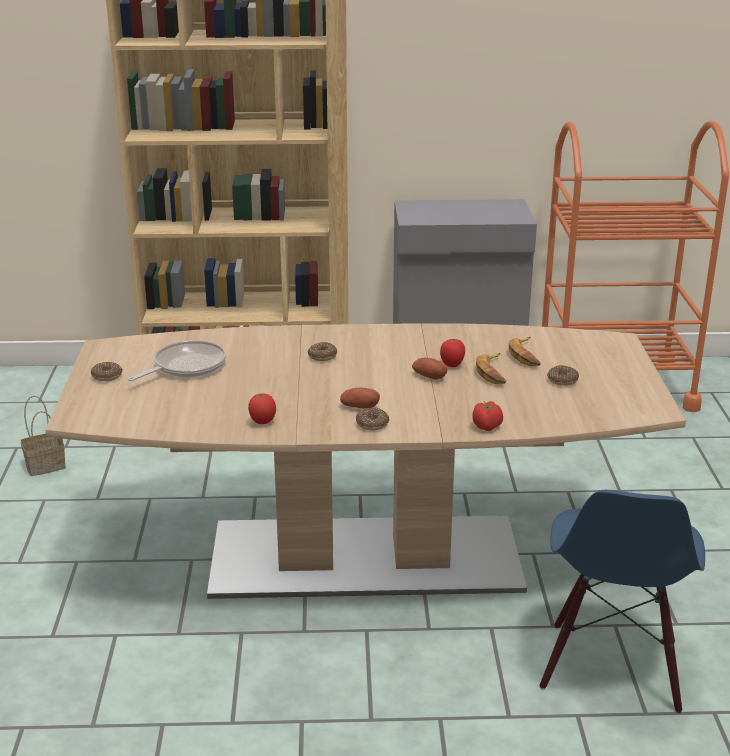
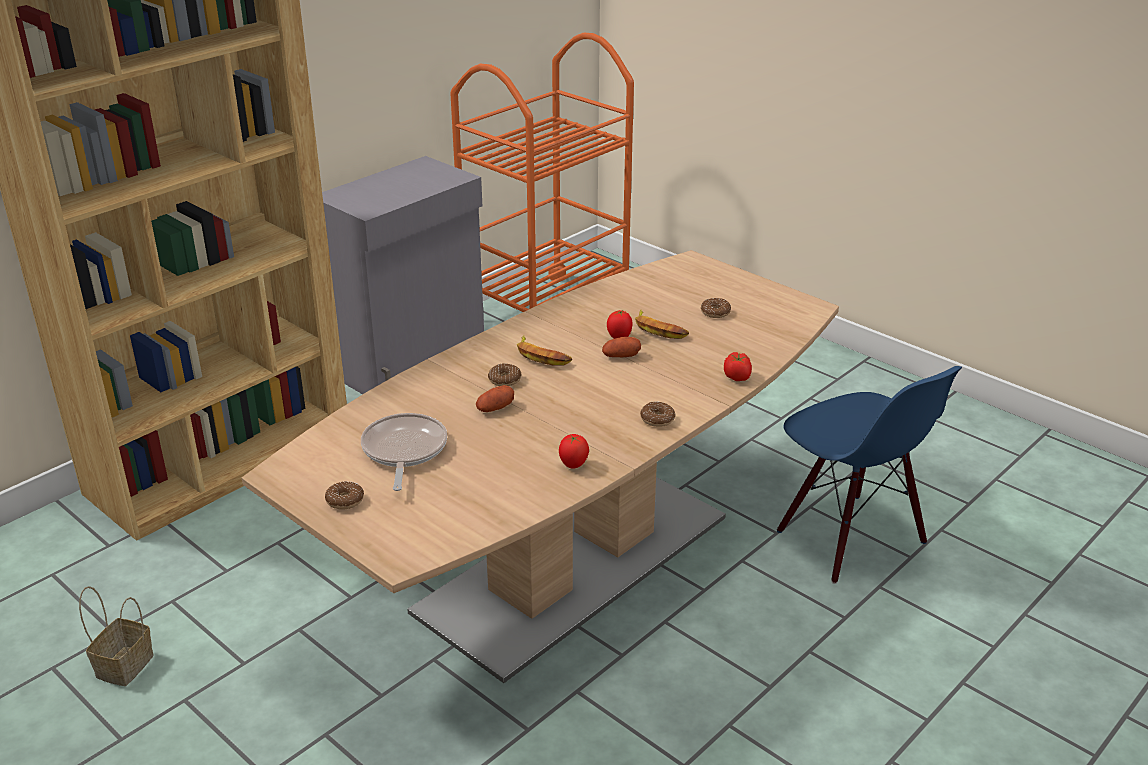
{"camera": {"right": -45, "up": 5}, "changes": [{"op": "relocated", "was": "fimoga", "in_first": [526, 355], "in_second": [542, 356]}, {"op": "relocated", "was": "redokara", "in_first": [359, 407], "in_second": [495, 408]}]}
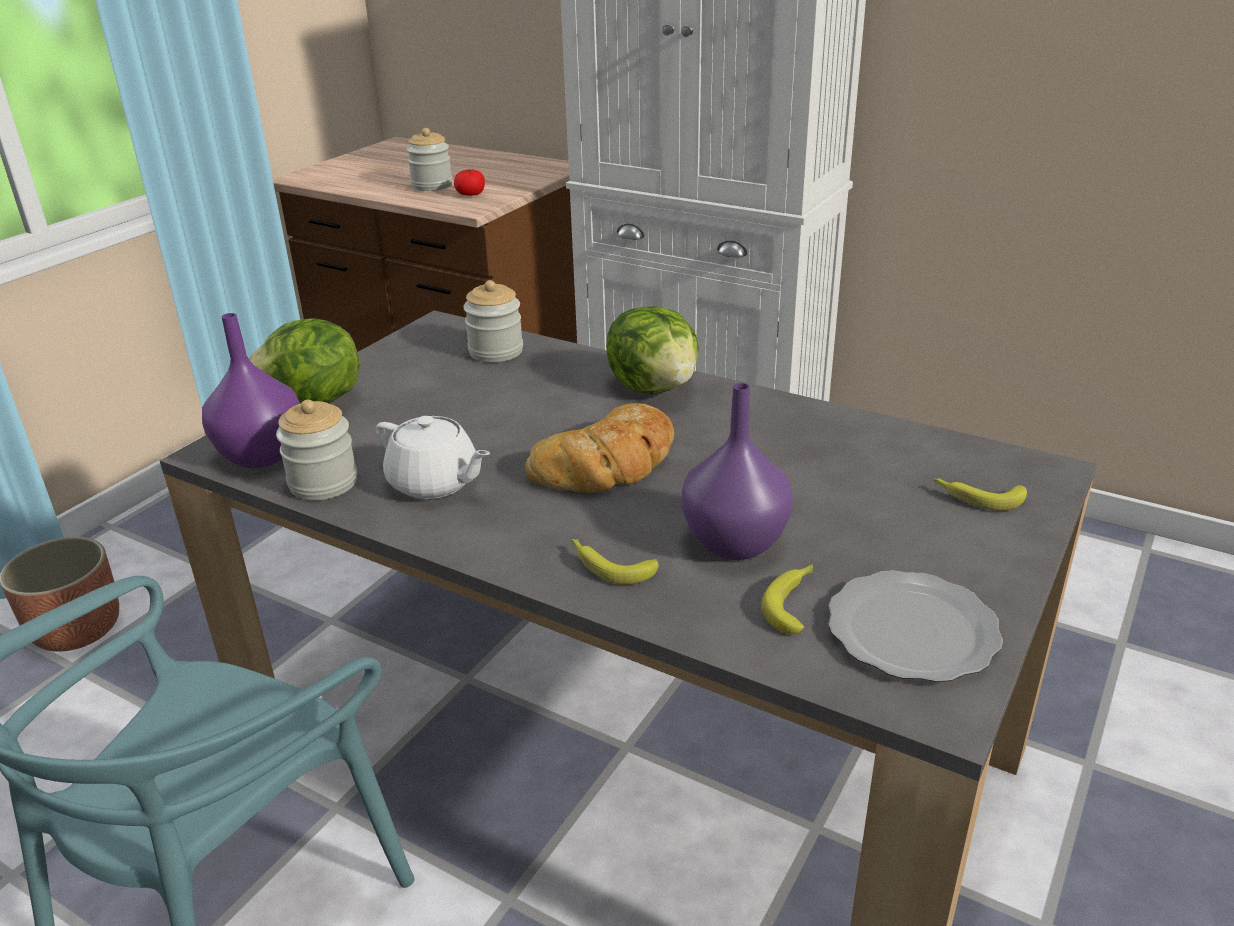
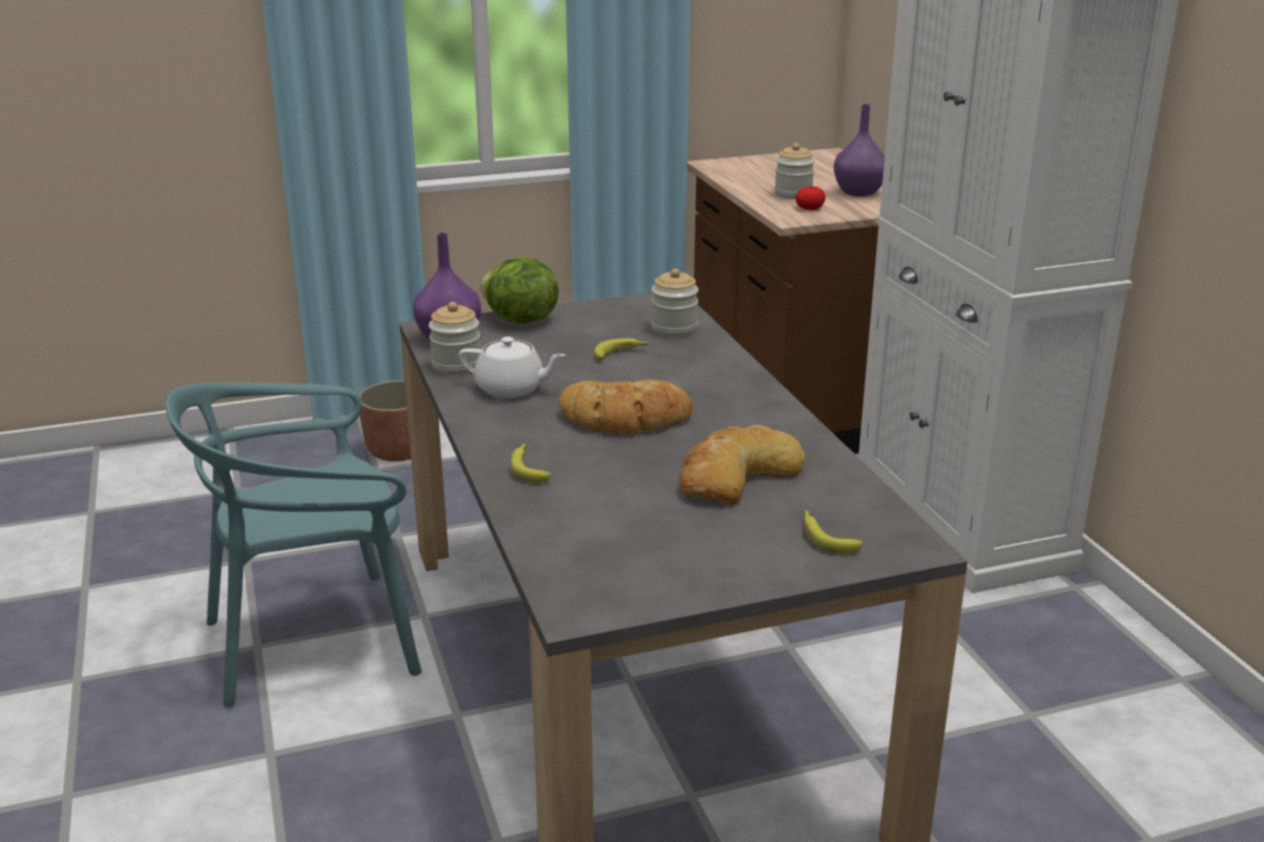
{"camera": {"right": 40, "up": -5}, "changes": [{"op": "missing", "was": "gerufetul", "in_first": [655, 387]}, {"op": "relocated", "was": "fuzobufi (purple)", "in_first": [737, 542], "in_second": [860, 192]}, {"op": "spun", "was": "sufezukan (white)", "in_first": [435, 483], "in_second": [511, 389], "clockwise": -60}, {"op": "relocated", "was": "fimoga", "in_first": [794, 603], "in_second": [621, 354]}, {"op": "missing", "was": "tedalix", "in_first": [911, 632]}, {"op": "appeared", "now": "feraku", "in_second": [735, 475]}]}
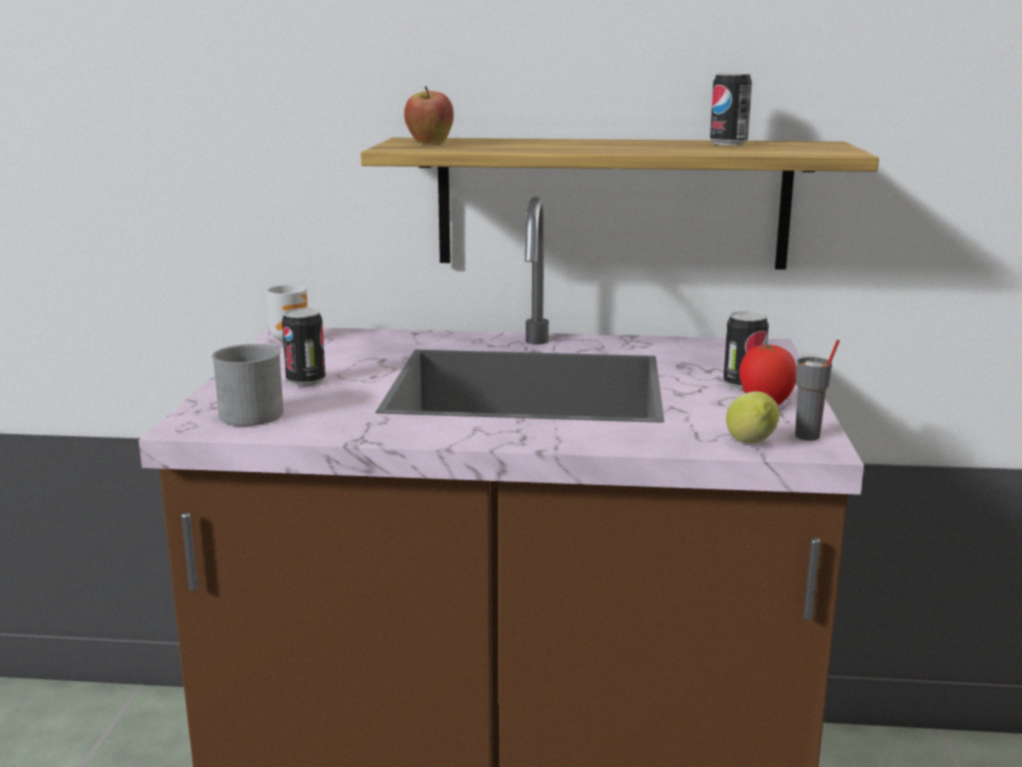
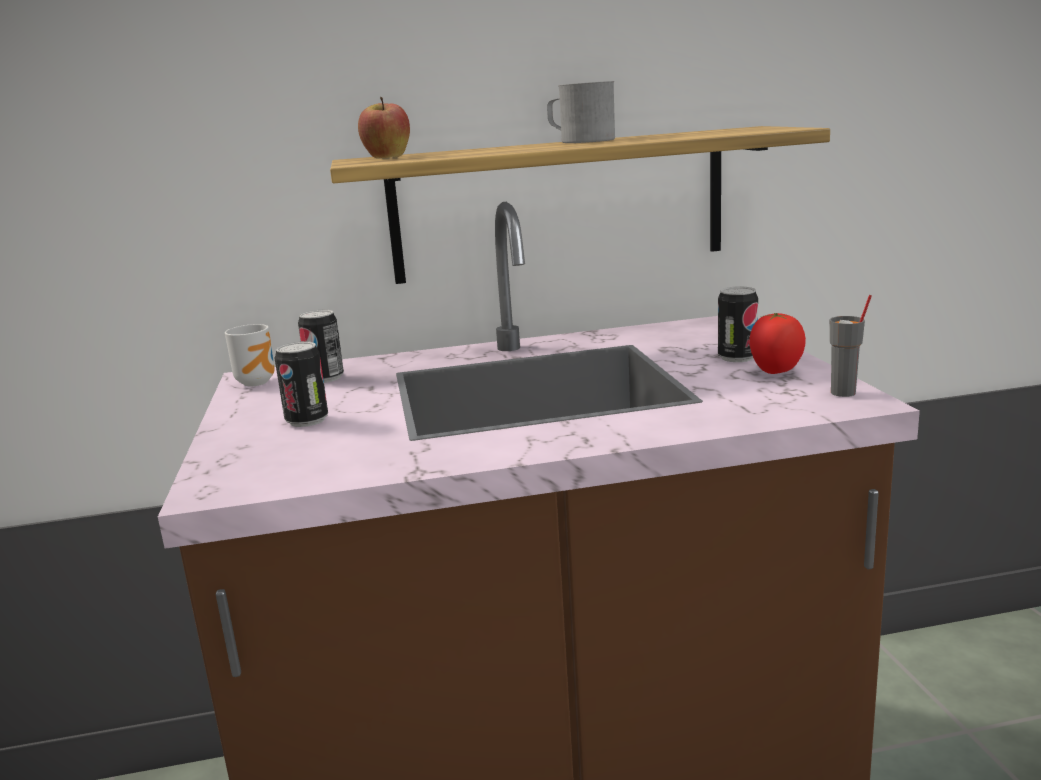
{"camera": {"right": -15, "up": 0}, "changes": [{"op": "relocated", "was": "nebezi", "in_first": [728, 143], "in_second": [325, 378]}, {"op": "relocated", "was": "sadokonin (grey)", "in_first": [247, 412], "in_second": [580, 141]}, {"op": "missing", "was": "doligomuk", "in_first": [751, 444]}]}
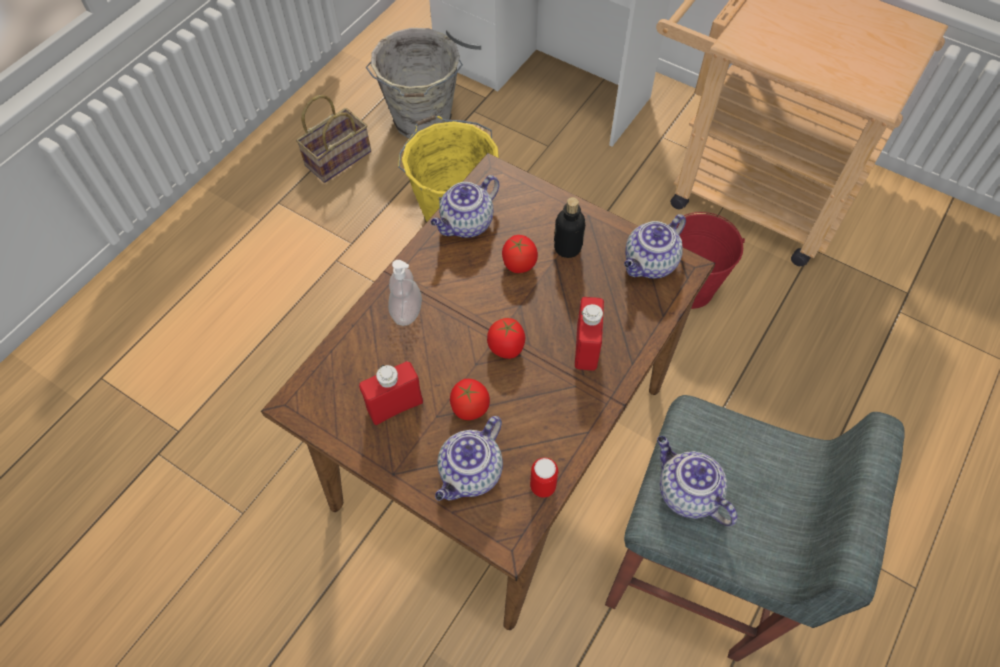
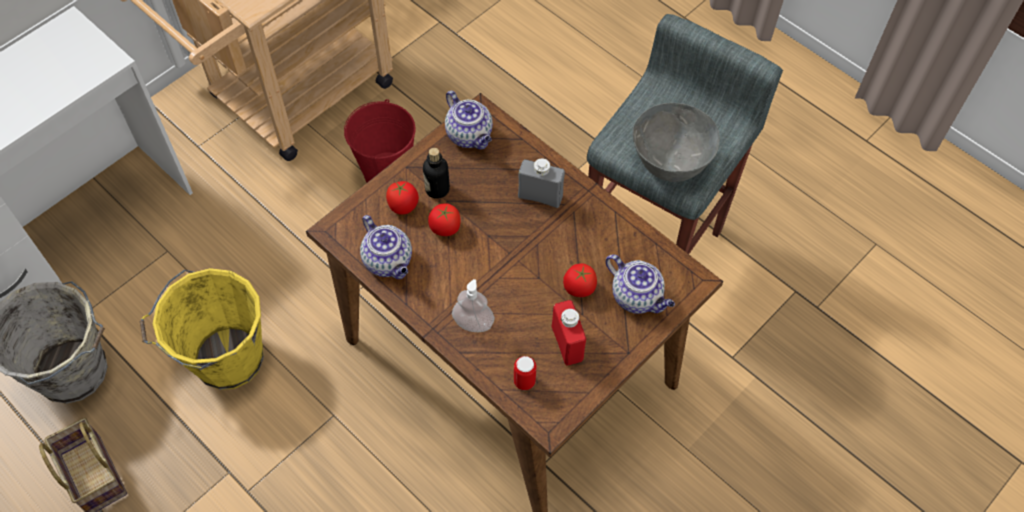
{"camera": {"right": -80, "up": 0}, "changes": [{"op": "colour", "was": "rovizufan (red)", "now": "rovizufan (grey)", "in_first": [586, 347], "in_second": [540, 197]}, {"op": "relocated", "was": "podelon", "in_first": [506, 348], "in_second": [403, 206]}, {"op": "exchanged", "was": "sufezukan", "now": "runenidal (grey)", "in_first": [686, 492], "in_second": [670, 164]}, {"op": "relocated", "was": "nebezi", "in_first": [543, 486], "in_second": [524, 381]}]}
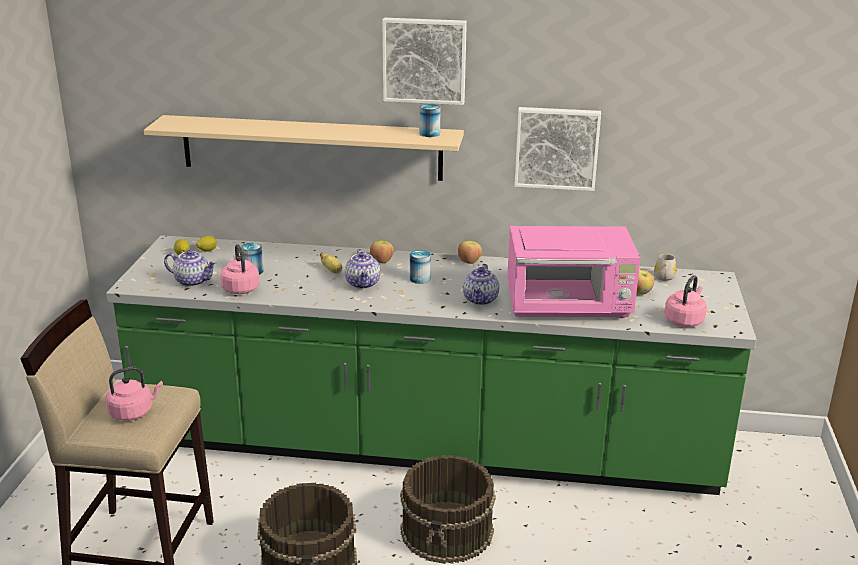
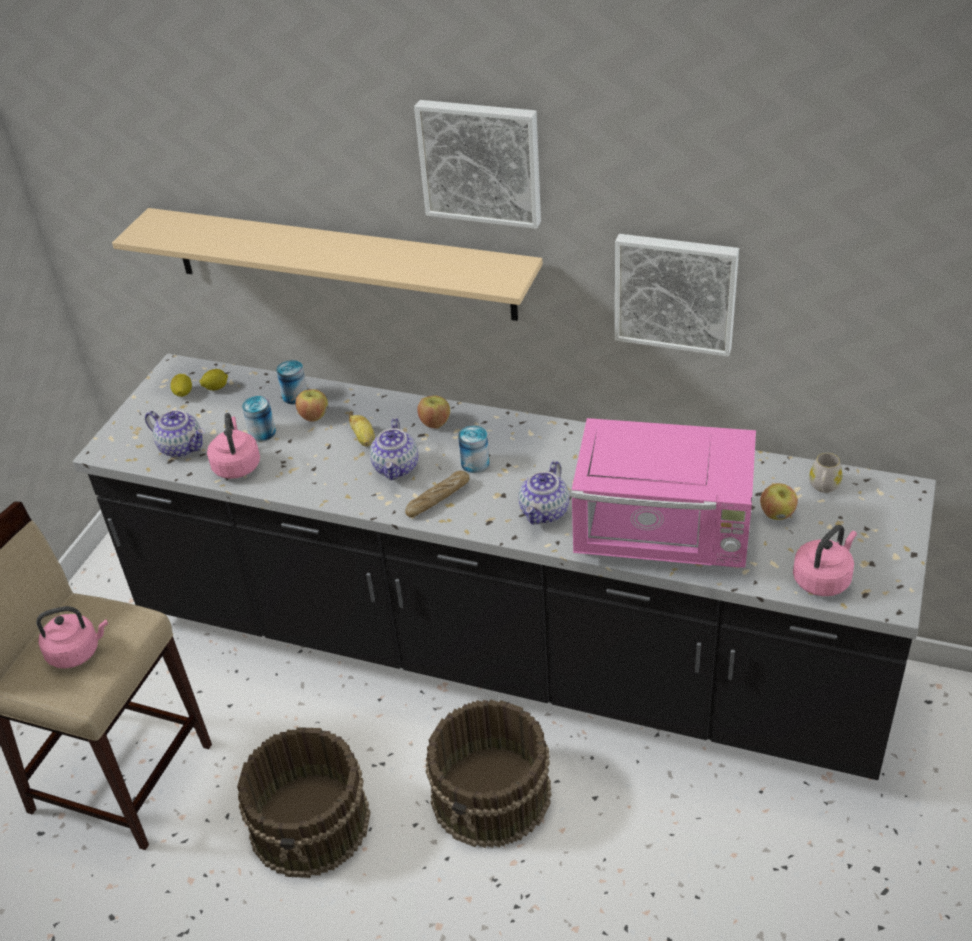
{"camera": {"right": 15, "up": 15}, "changes": [{"op": "relocated", "was": "nebezi", "in_first": [429, 133], "in_second": [295, 396]}, {"op": "colour", "was": "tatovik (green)", "now": "tatovik (black)", "in_first": [427, 445], "in_second": [501, 649]}, {"op": "relocated", "was": "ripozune", "in_first": [469, 261], "in_second": [314, 416]}, {"op": "appeared", "now": "feraku", "in_second": [438, 499]}]}
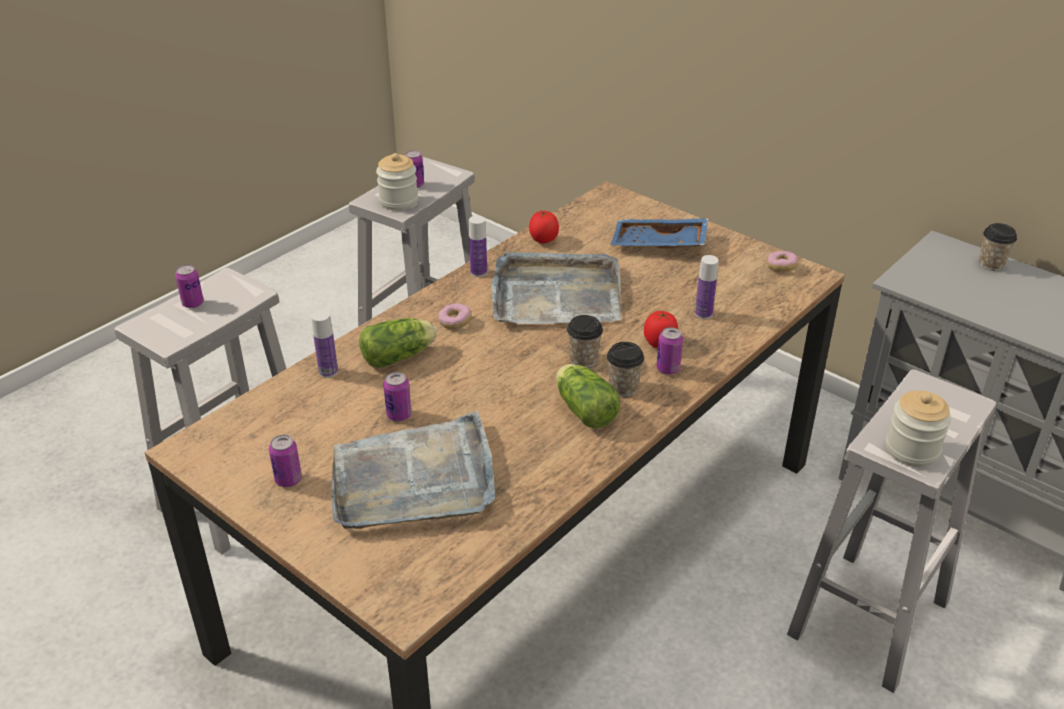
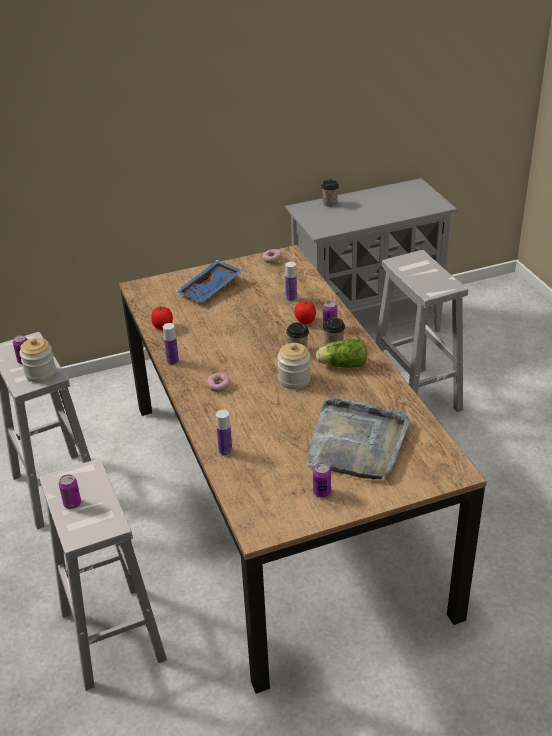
{"camera": {"right": -60, "up": 0}, "changes": [{"op": "missing", "was": "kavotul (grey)", "in_first": [555, 294]}, {"op": "missing", "was": "gerufetul", "in_first": [400, 356]}, {"op": "missing", "was": "nebezi", "in_first": [399, 415]}, {"op": "relocated", "was": "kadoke", "in_first": [912, 450], "in_second": [294, 379]}]}
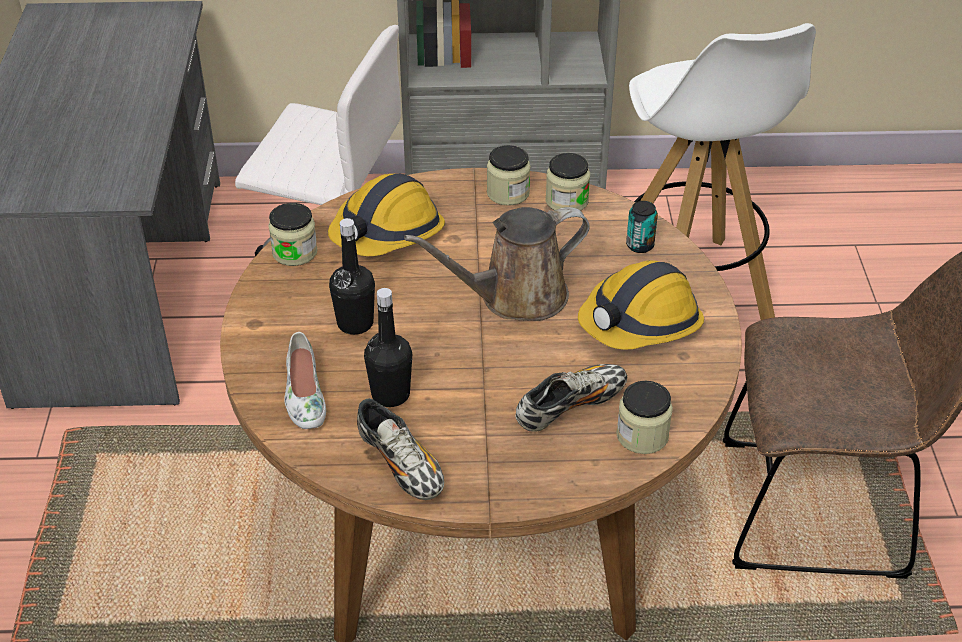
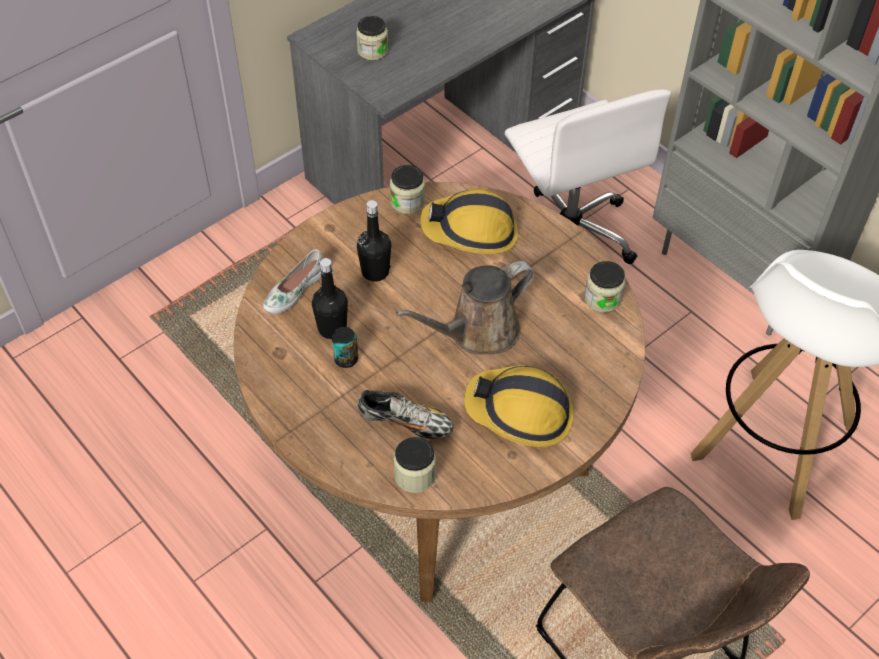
{"camera": {"right": 50, "up": 10}, "changes": [{"op": "relocated", "was": "kadoke", "in_first": [508, 193], "in_second": [372, 51]}, {"op": "relocated", "was": "nebezi", "in_first": [640, 245], "in_second": [346, 359]}, {"op": "spun", "was": "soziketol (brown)", "in_first": [515, 297], "in_second": [477, 332], "clockwise": -60}, {"op": "missing", "was": "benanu", "in_first": [401, 465]}]}
